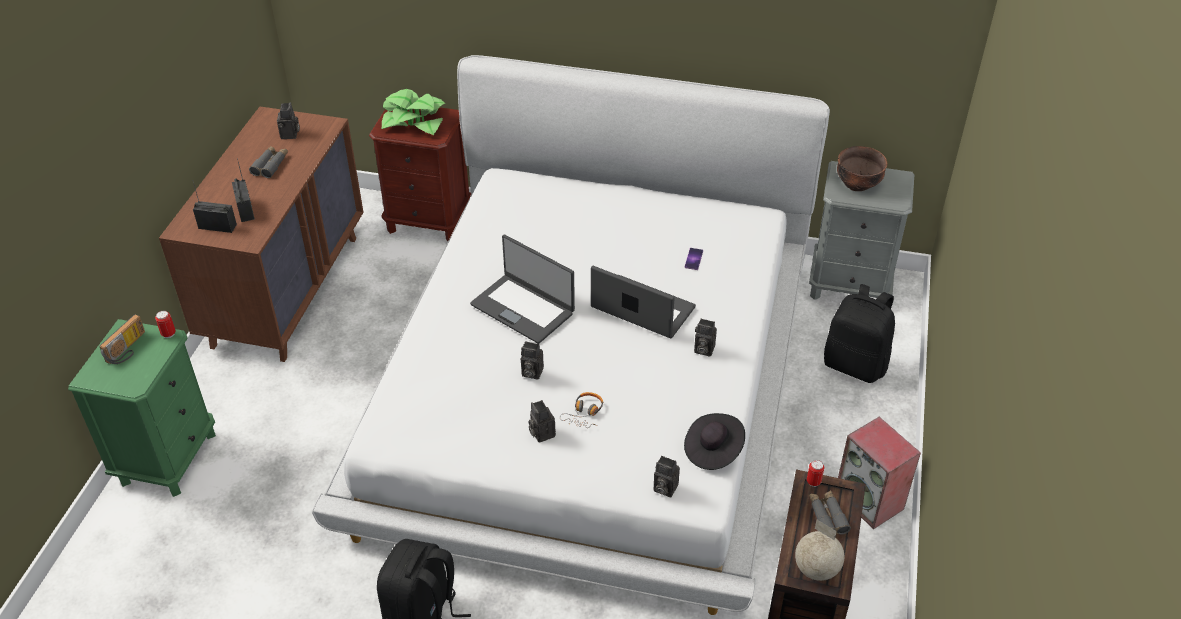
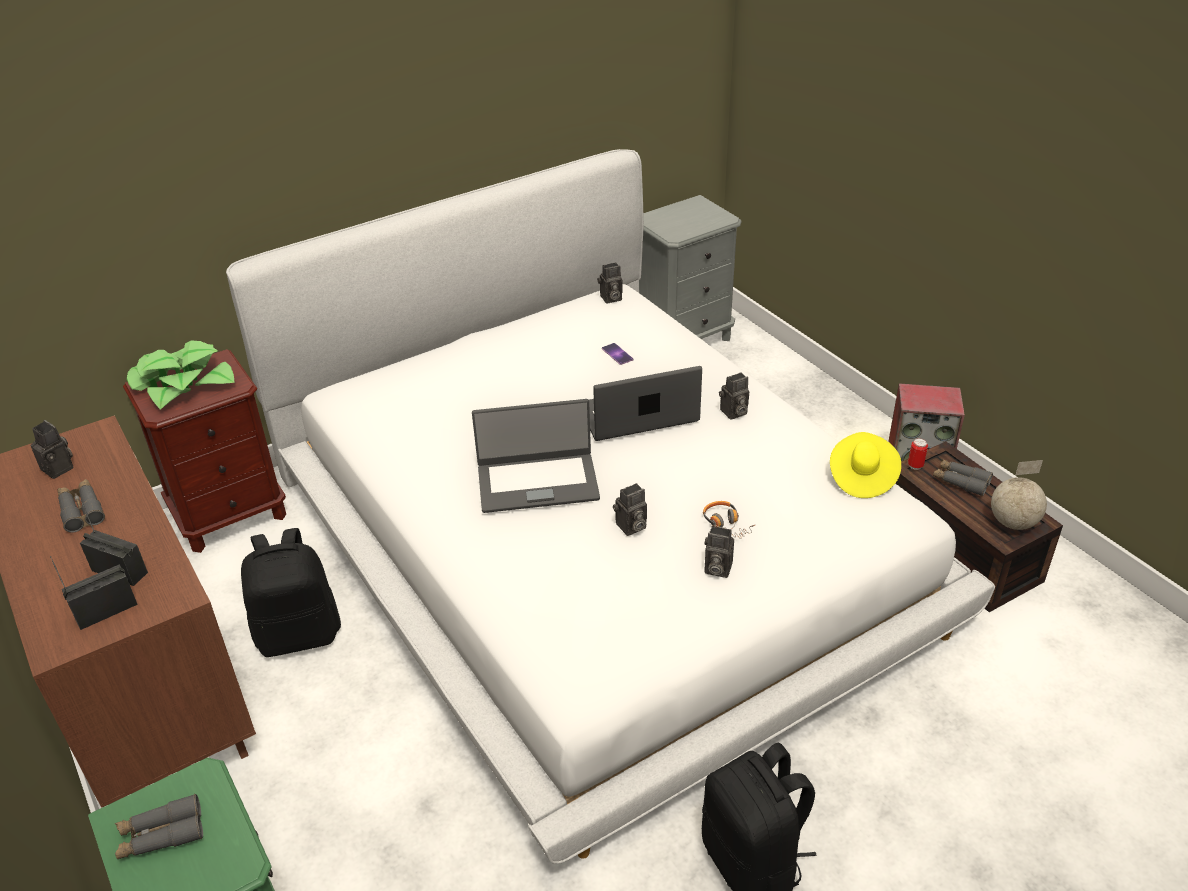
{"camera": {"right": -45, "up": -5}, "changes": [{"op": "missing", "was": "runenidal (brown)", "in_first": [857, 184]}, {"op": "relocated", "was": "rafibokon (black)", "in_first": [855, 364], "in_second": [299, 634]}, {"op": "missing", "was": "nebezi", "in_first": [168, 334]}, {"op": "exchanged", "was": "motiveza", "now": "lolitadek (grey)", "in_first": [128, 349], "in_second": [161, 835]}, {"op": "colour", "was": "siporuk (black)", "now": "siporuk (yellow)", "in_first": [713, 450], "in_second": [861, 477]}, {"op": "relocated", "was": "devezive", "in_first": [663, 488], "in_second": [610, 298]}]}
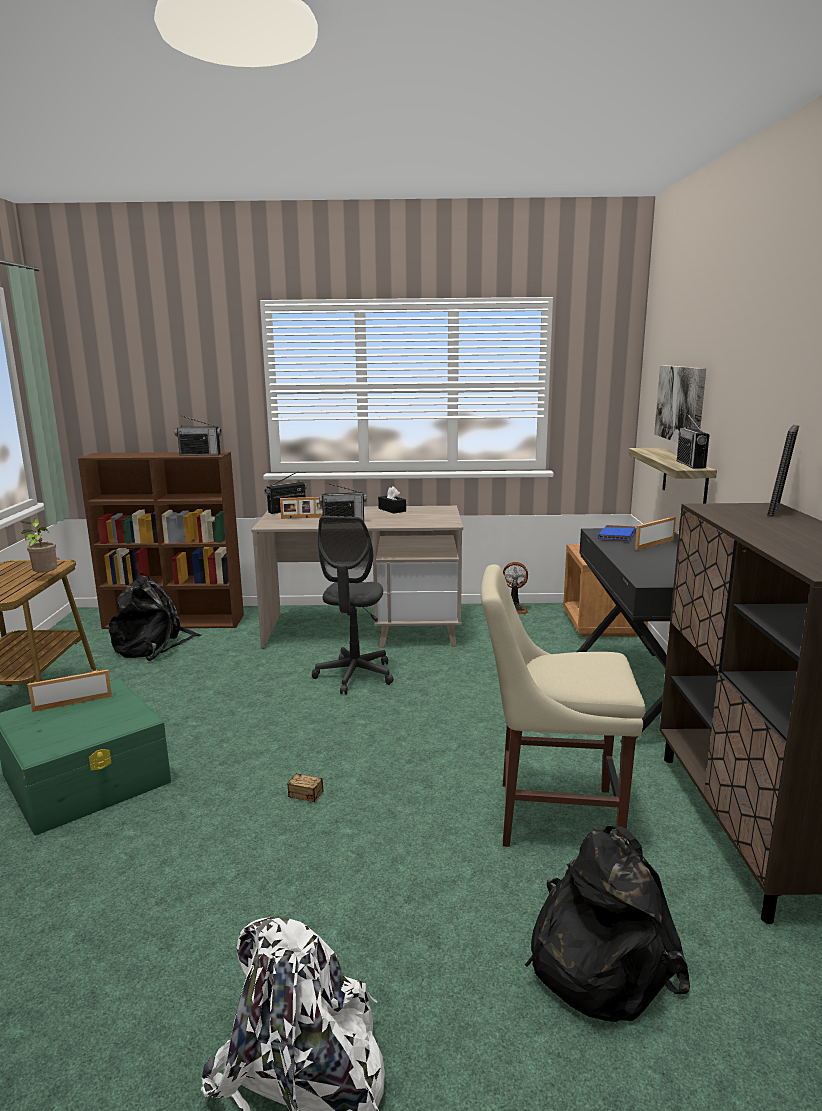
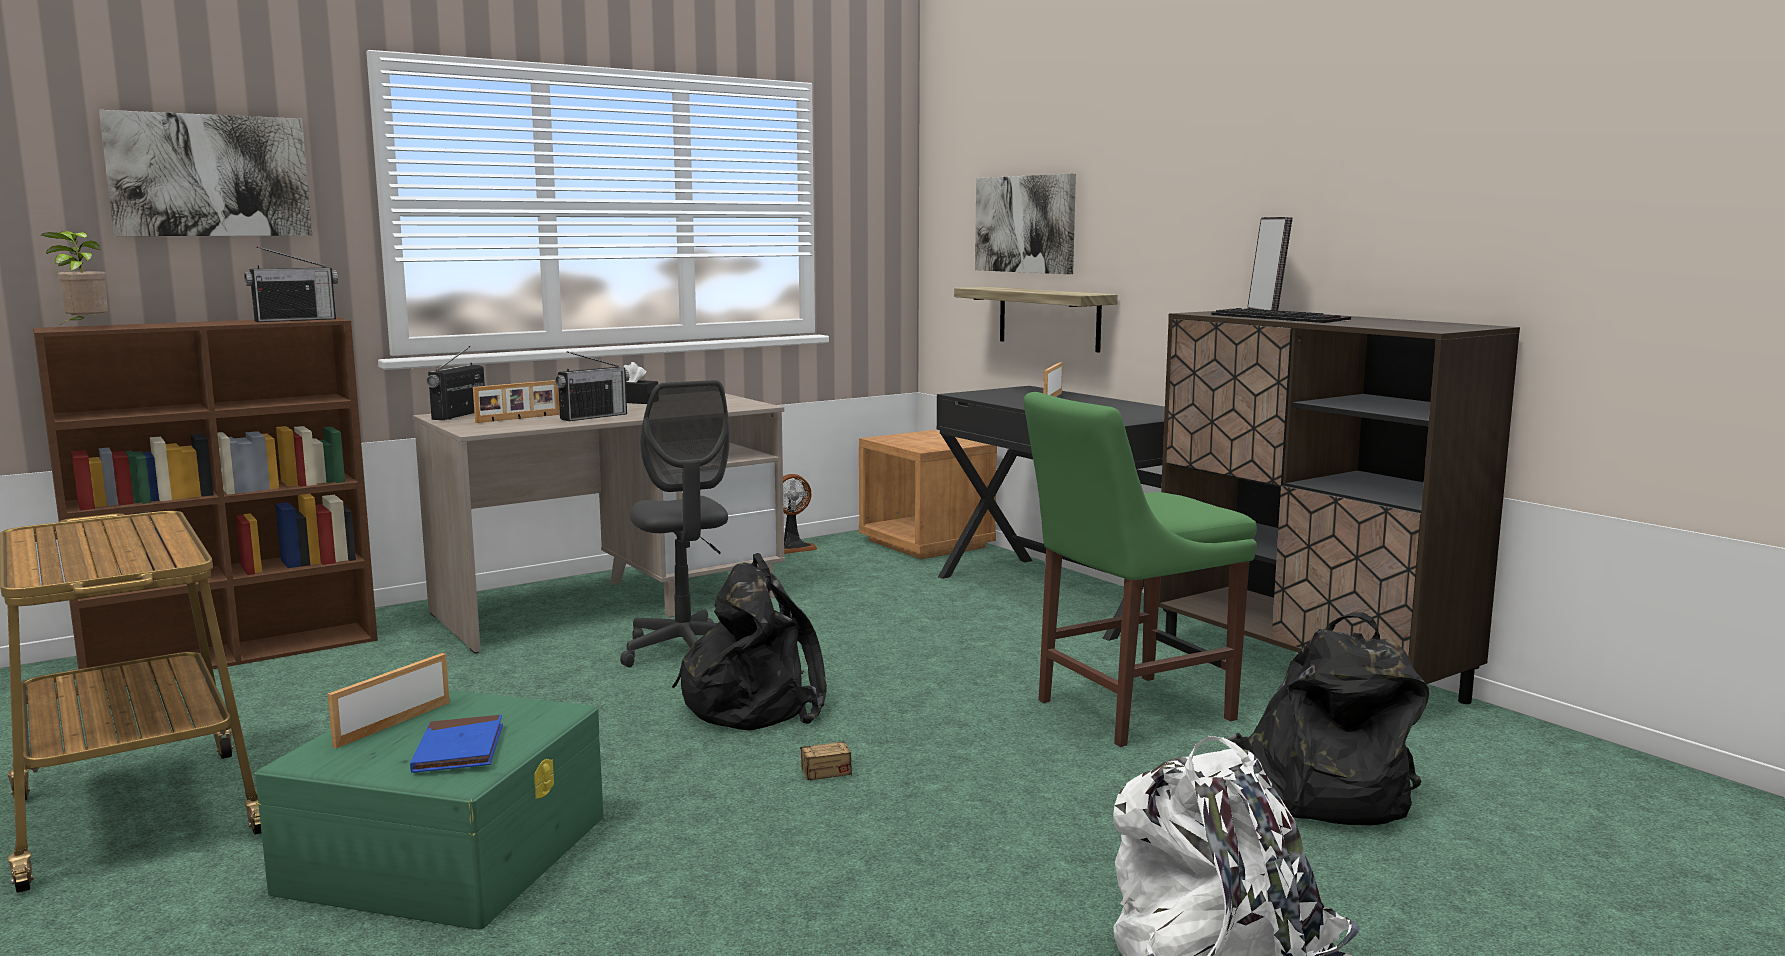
{"camera": {"right": -35, "up": -5}, "changes": [{"op": "missing", "was": "motiveza", "in_first": [690, 464]}, {"op": "relocated", "was": "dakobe", "in_first": [45, 578], "in_second": [85, 328]}, {"op": "relocated", "was": "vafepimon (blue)", "in_first": [617, 535], "in_second": [459, 750]}, {"op": "colour", "was": "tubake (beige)", "now": "tubake (green)", "in_first": [550, 814], "in_second": [1126, 711]}, {"op": "relocated", "was": "rafibokon (black)", "in_first": [153, 645], "in_second": [754, 704]}, {"op": "appeared", "now": "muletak", "in_second": [209, 175]}, {"op": "appeared", "now": "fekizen", "in_second": [1281, 318]}]}
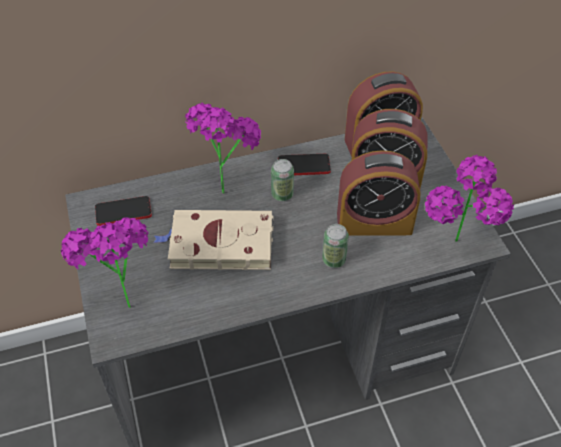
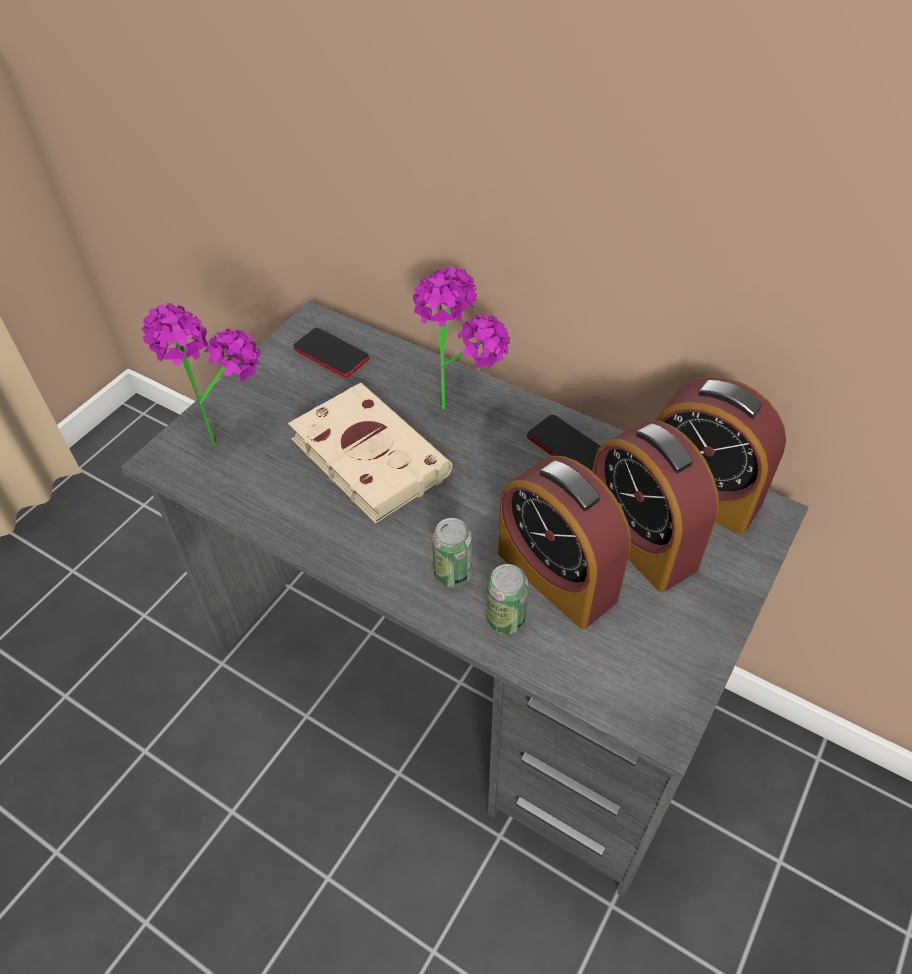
{"camera": {"right": 50, "up": 0}, "changes": [{"op": "missing", "was": "dakobe", "in_first": [455, 252]}, {"op": "relocated", "was": "nebezi", "in_first": [282, 194], "in_second": [505, 619]}]}
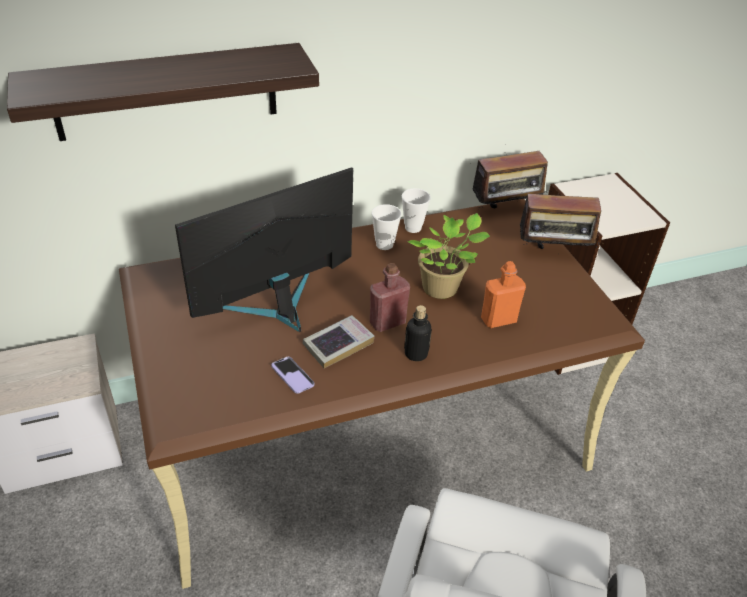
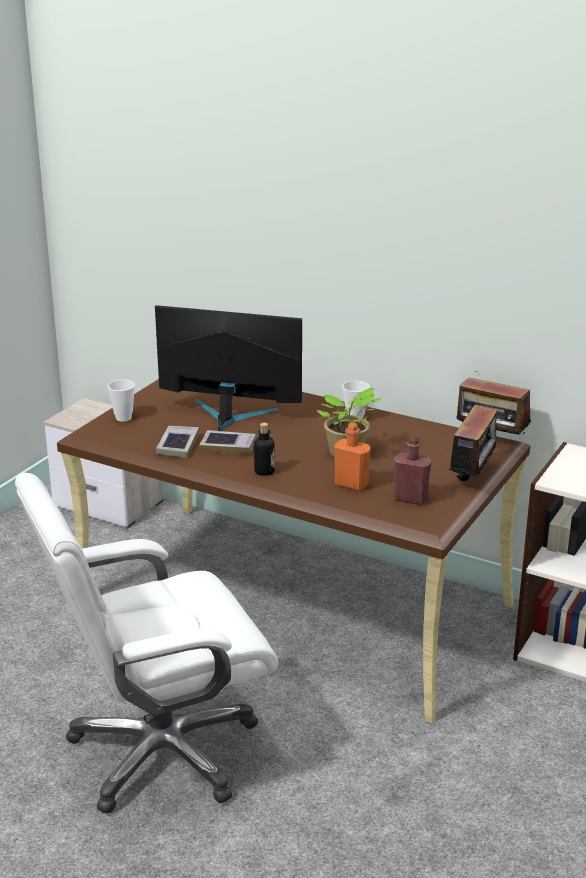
{"camera": {"right": 50, "up": -15}, "changes": [{"op": "missing", "was": "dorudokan", "in_first": [166, 92]}, {"op": "relocated", "was": "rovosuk", "in_first": [413, 228], "in_second": [123, 418]}, {"op": "spun", "was": "motiveza", "in_first": [553, 253], "in_second": [473, 476], "clockwise": -120}, {"op": "relocated", "was": "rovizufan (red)", "in_first": [387, 322], "in_second": [410, 499]}, {"op": "exchanged", "was": "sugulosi", "now": "vafepimon", "in_first": [292, 376], "in_second": [177, 445]}]}
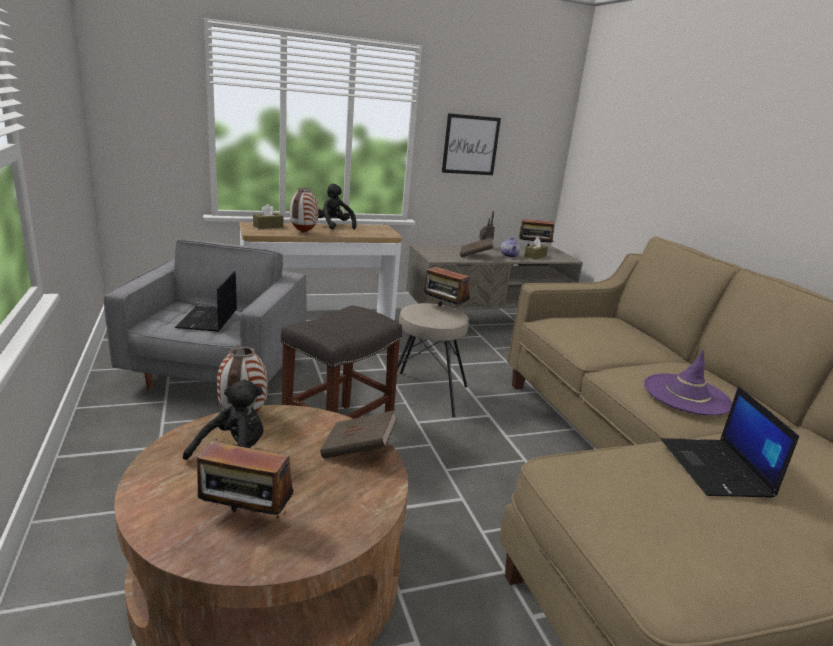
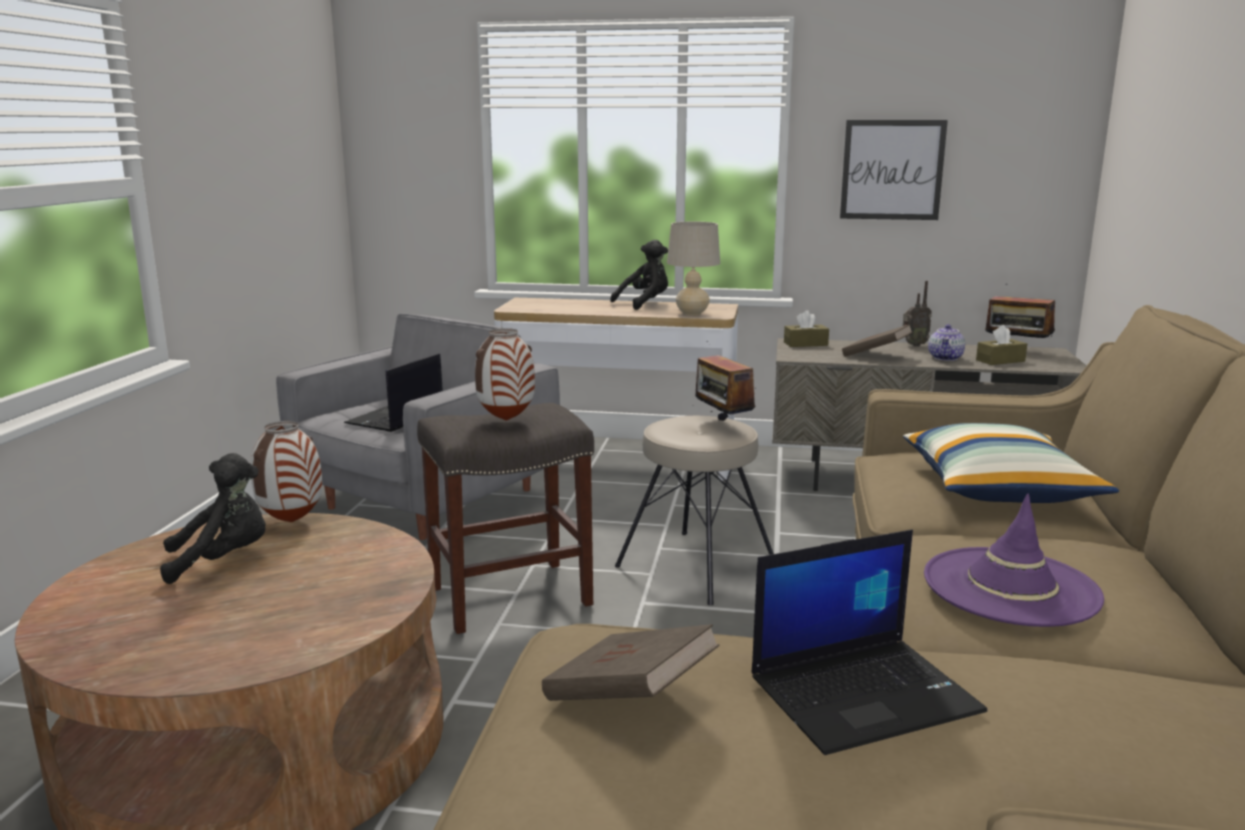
{"camera": {"right": 30, "up": -5}, "changes": [{"op": "spun", "was": "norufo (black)", "in_first": [334, 226], "in_second": [645, 304], "clockwise": 60}, {"op": "relocated", "was": "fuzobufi", "in_first": [303, 232], "in_second": [506, 420]}, {"op": "relocated", "was": "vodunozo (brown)", "in_first": [268, 226], "in_second": [805, 344]}, {"op": "spun", "was": "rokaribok", "in_first": [717, 469], "in_second": [865, 693], "clockwise": -135}, {"op": "relocated", "was": "vafepimon (brown)", "in_first": [358, 450], "in_second": [629, 698]}, {"op": "missing", "was": "motiveza", "in_first": [245, 518]}, {"op": "appeared", "now": "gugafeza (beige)", "in_second": [692, 313]}, {"op": "appeared", "now": "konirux", "in_second": [998, 489]}]}
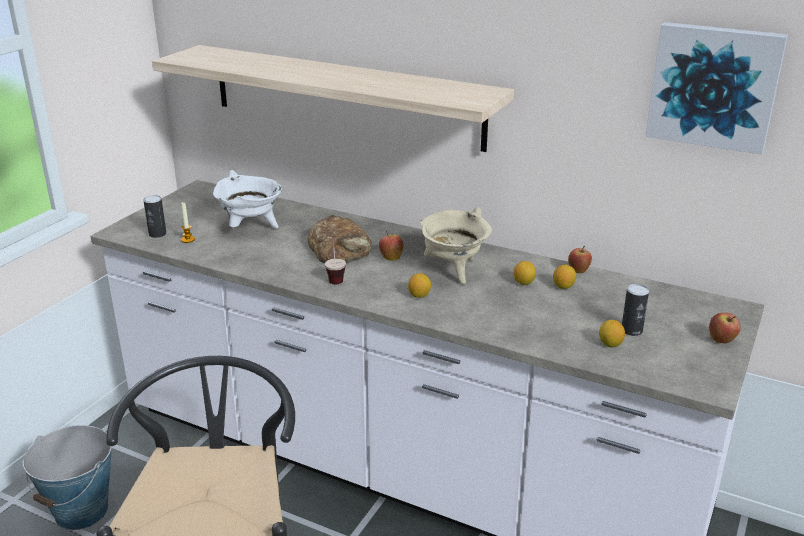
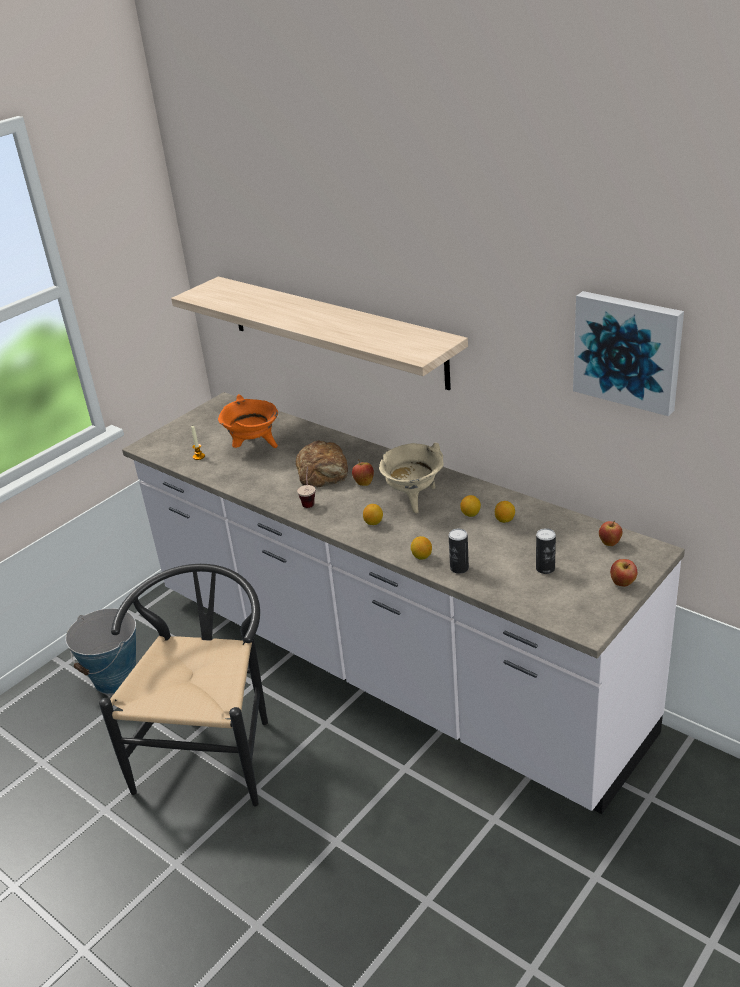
{"camera": {"right": 15, "up": 5}, "changes": [{"op": "colour", "was": "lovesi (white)", "now": "lovesi (orange)", "in_first": [250, 228], "in_second": [254, 447]}, {"op": "relocated", "was": "nebezi", "in_first": [157, 234], "in_second": [459, 568]}, {"op": "relocated", "was": "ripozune", "in_first": [578, 271], "in_second": [609, 543]}, {"op": "relocated", "was": "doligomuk", "in_first": [610, 344], "in_second": [421, 556]}]}
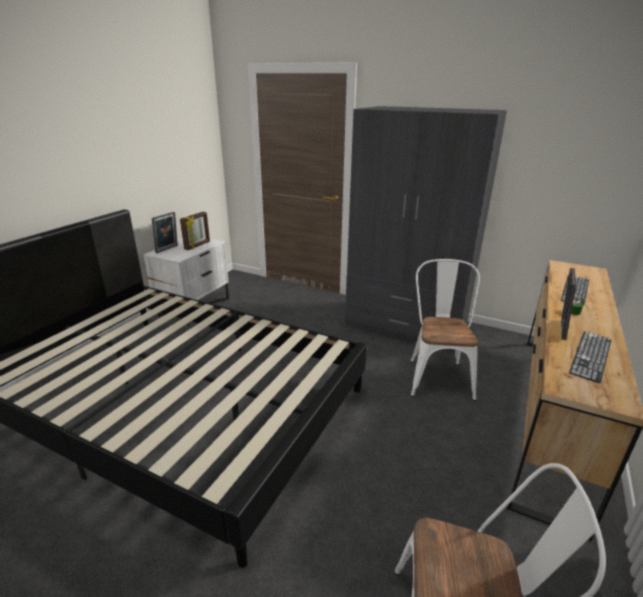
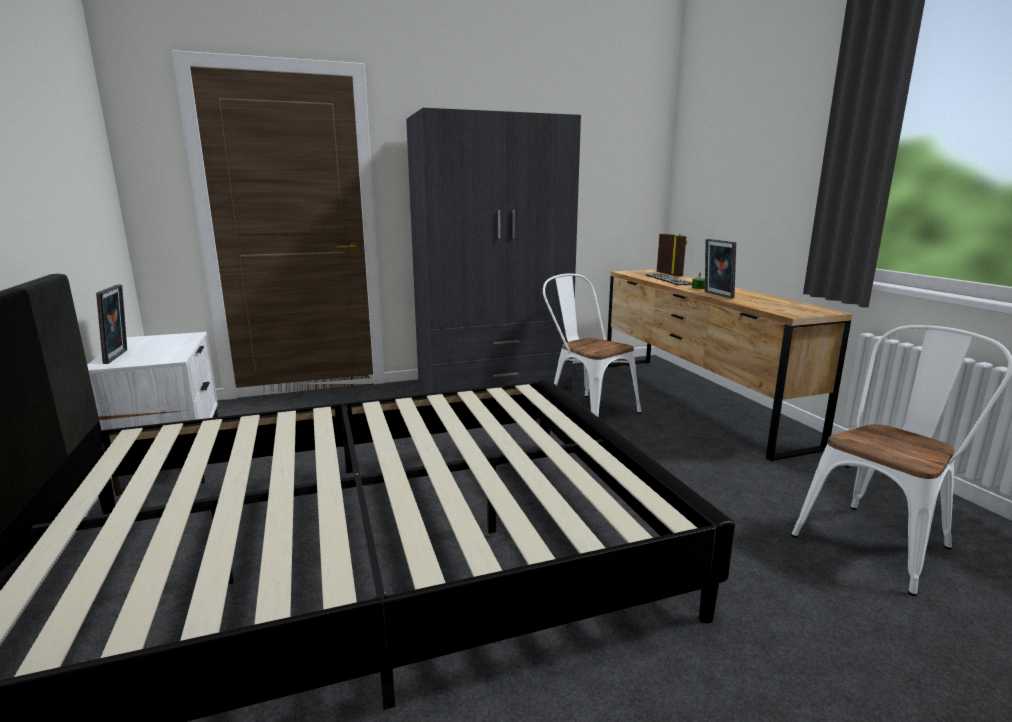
{"camera": {"right": -45, "up": -10}, "changes": [{"op": "relocated", "was": "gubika", "in_first": [197, 246], "in_second": [670, 274]}, {"op": "missing", "was": "fekizen", "in_first": [591, 355]}]}
